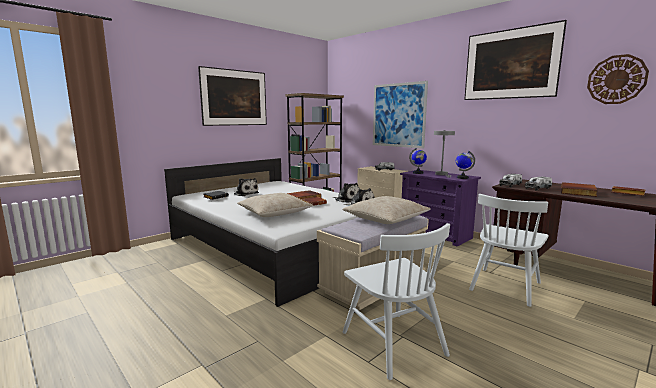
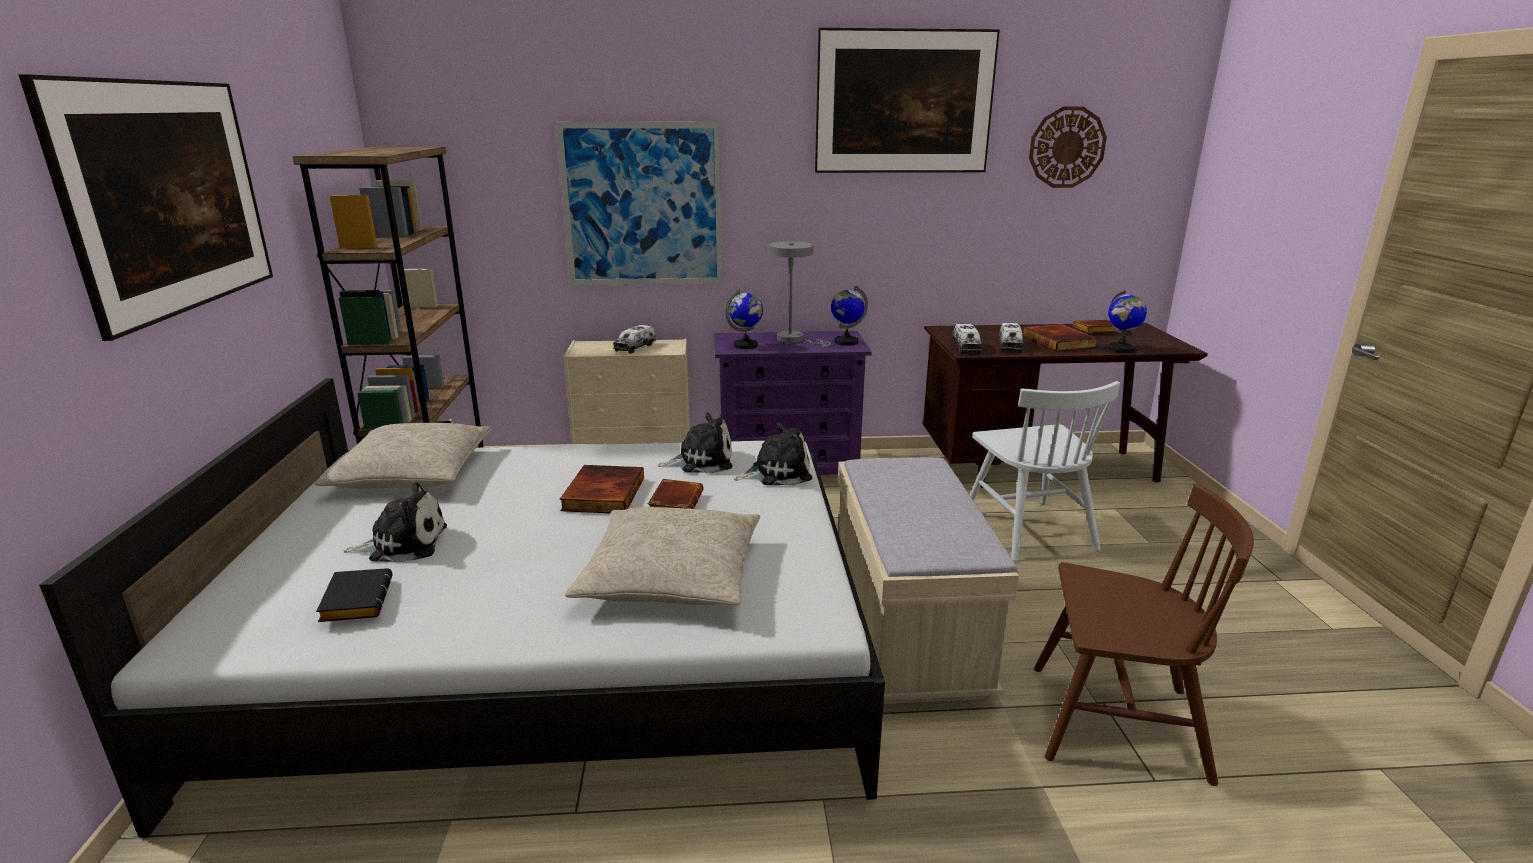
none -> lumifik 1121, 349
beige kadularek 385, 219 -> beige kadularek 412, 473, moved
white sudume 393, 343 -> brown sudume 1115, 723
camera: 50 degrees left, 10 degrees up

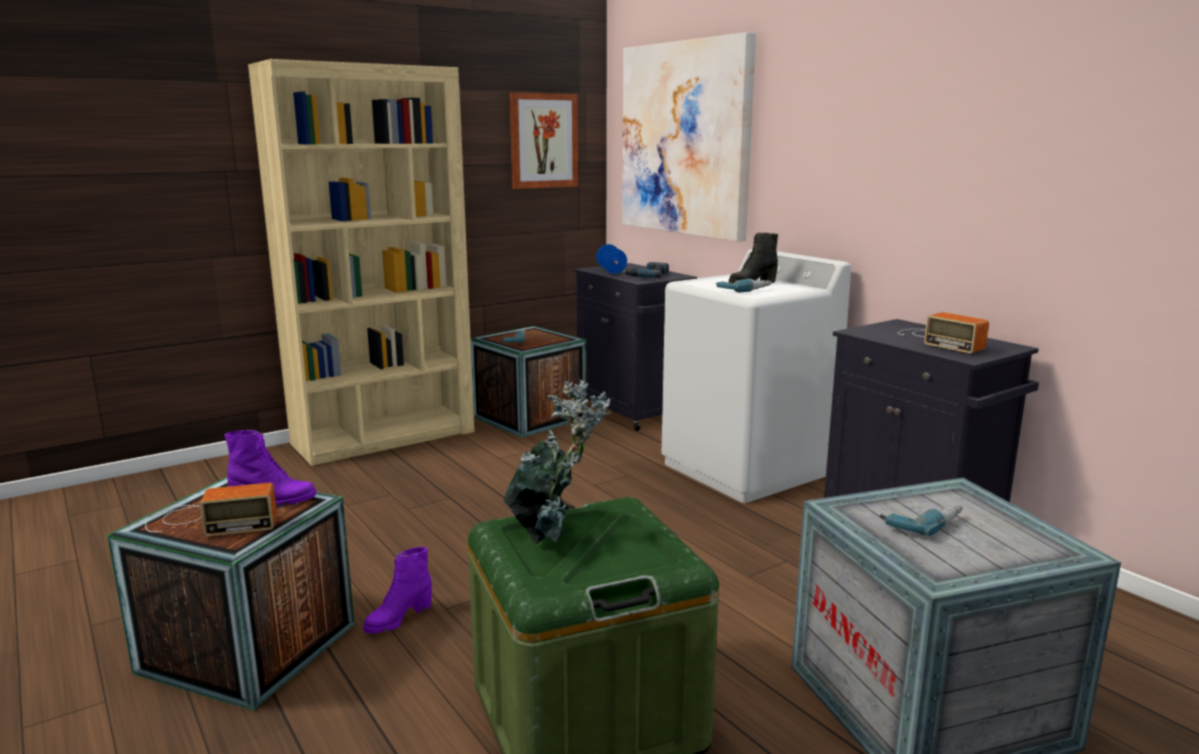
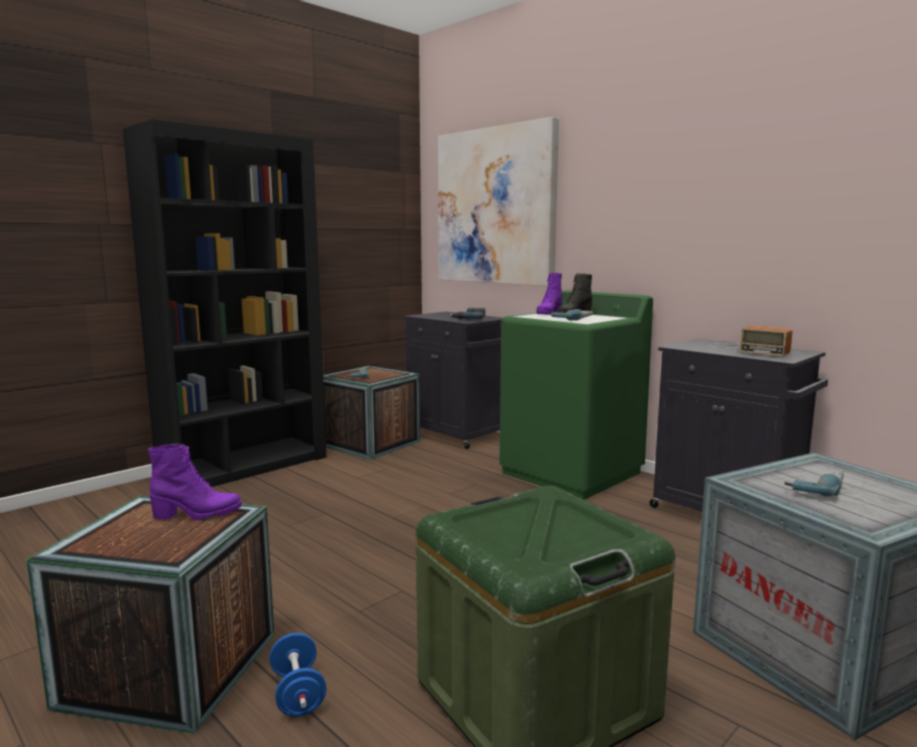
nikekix 209, 521 -> none
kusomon 553, 538 -> none
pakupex 543, 141 -> none
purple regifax 398, 619 -> purple regifax 548, 314, moved
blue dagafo 611, 271 -> blue dagafo 298, 693, moved
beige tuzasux 384, 437 -> black tuzasux 245, 466
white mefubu 747, 469 -> green mefubu 571, 473
camera: 10 degrees left, 5 degrees down

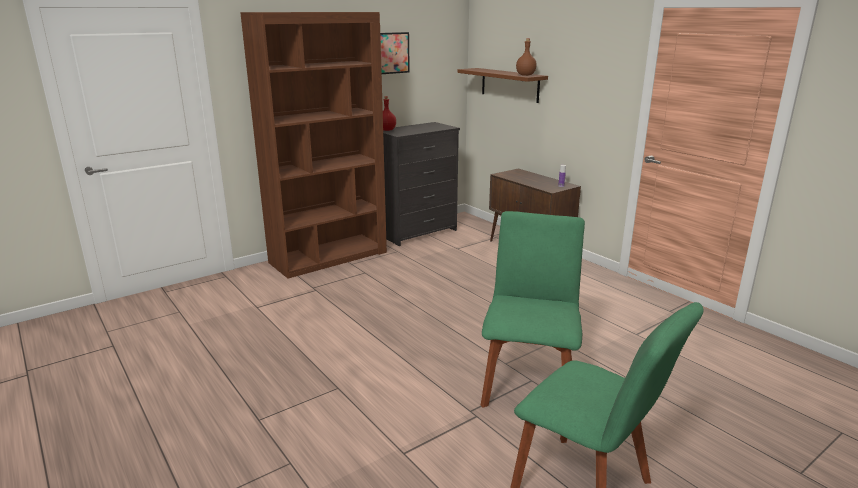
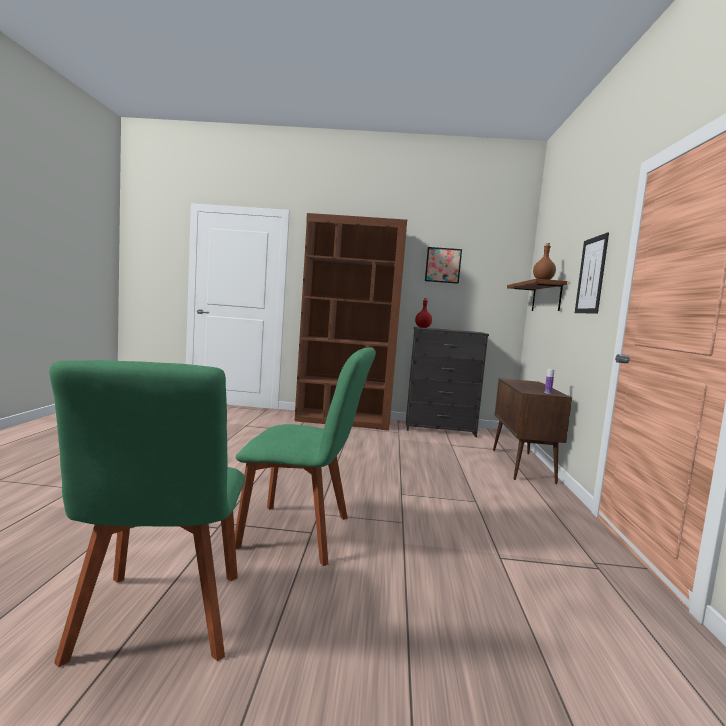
none -> pakupex 591, 275
green sudume 528, 385 -> green sudume 301, 533, 45 degrees clockwise
camera: 40 degrees right, 15 degrees down

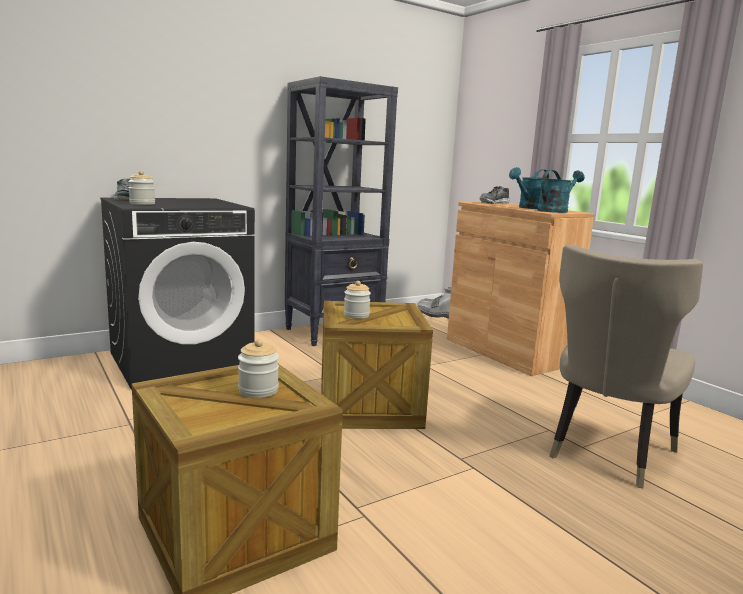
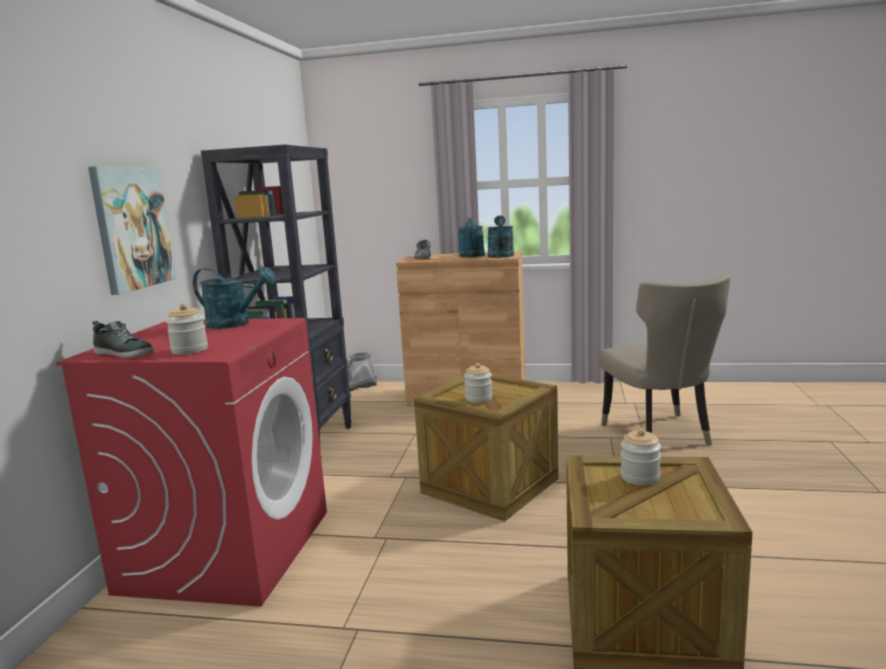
none -> pakupex 132, 228
none -> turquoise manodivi 235, 324
black mefubu 181, 360 -> red mefubu 228, 549
camera: 45 degrees left, 0 degrees up

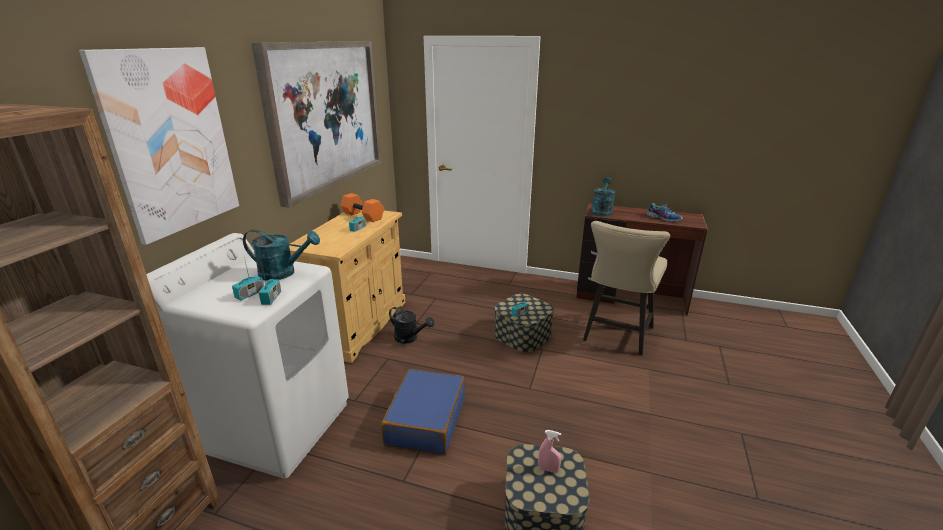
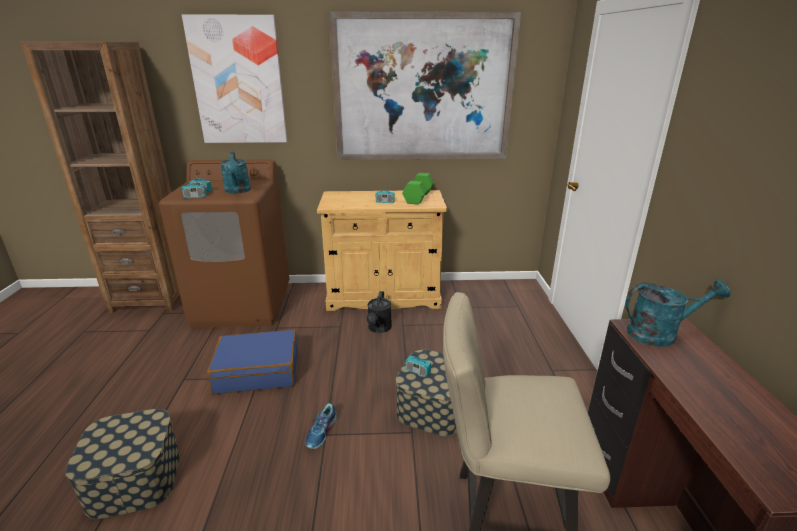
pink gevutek 548, 469 -> none
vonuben 663, 218 -> vonuben 322, 432, moved
white mefubu 276, 425 -> brown mefubu 243, 305
orange dagafo 363, 216 -> green dagafo 419, 197
camera: 70 degrees right, 0 degrees up

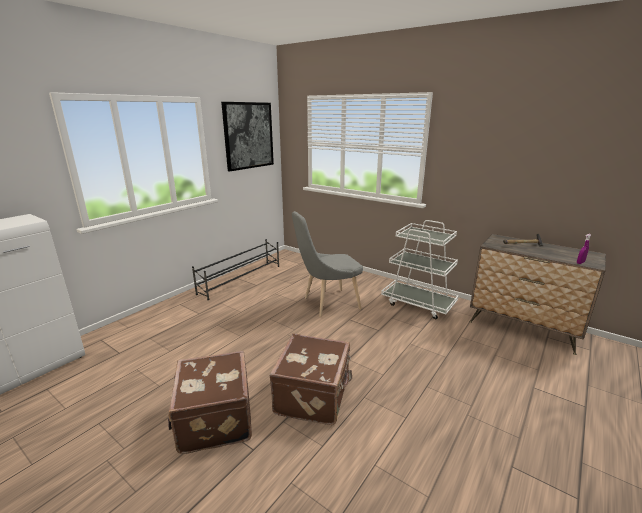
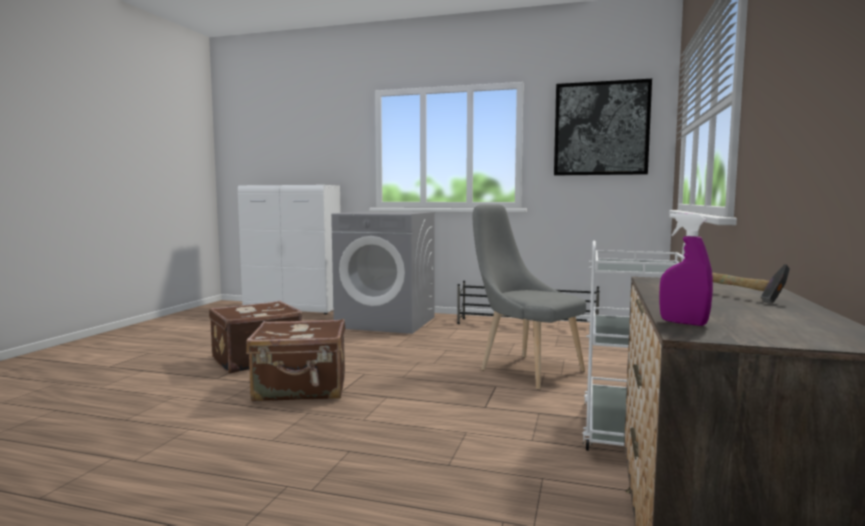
none -> grey mefubu 387, 322
camera: 70 degrees right, 15 degrees down

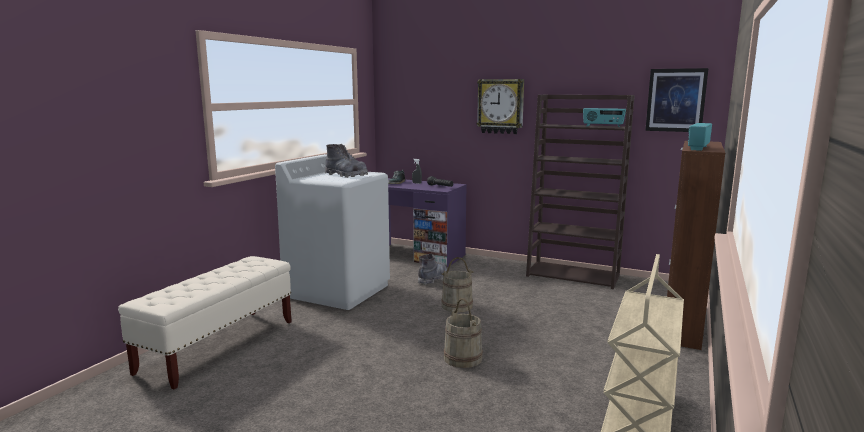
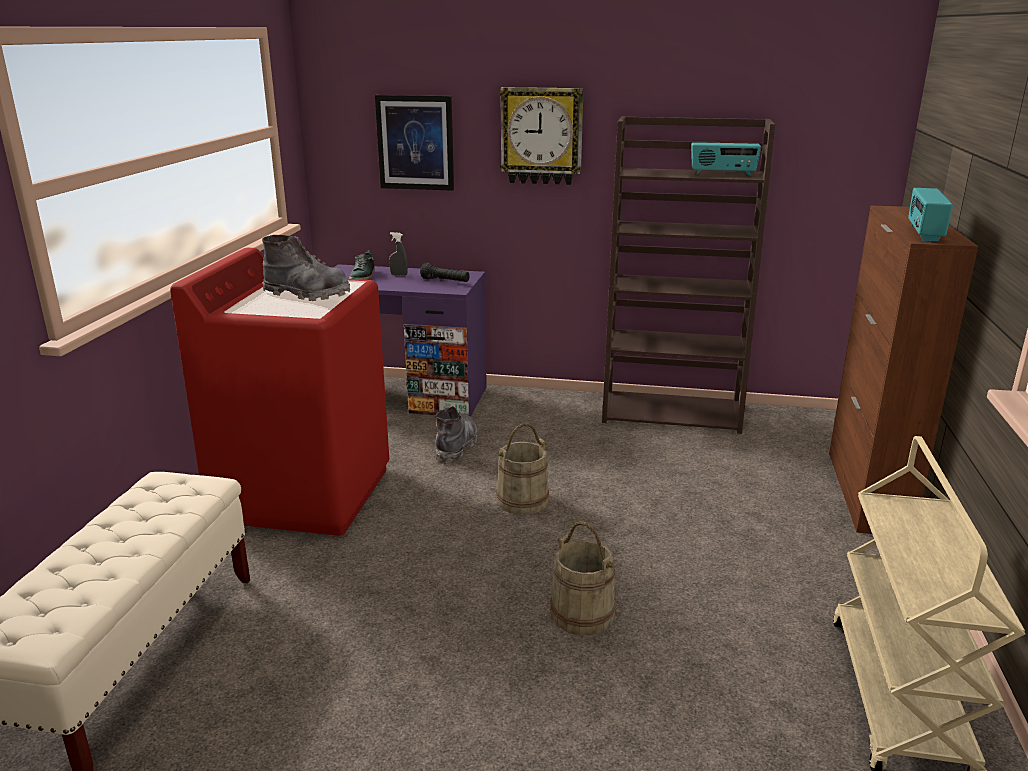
pakupex 676, 100 -> pakupex 415, 142, moved
white mefubu 338, 290 -> red mefubu 304, 493
camera: 15 degrees left, 10 degrees up

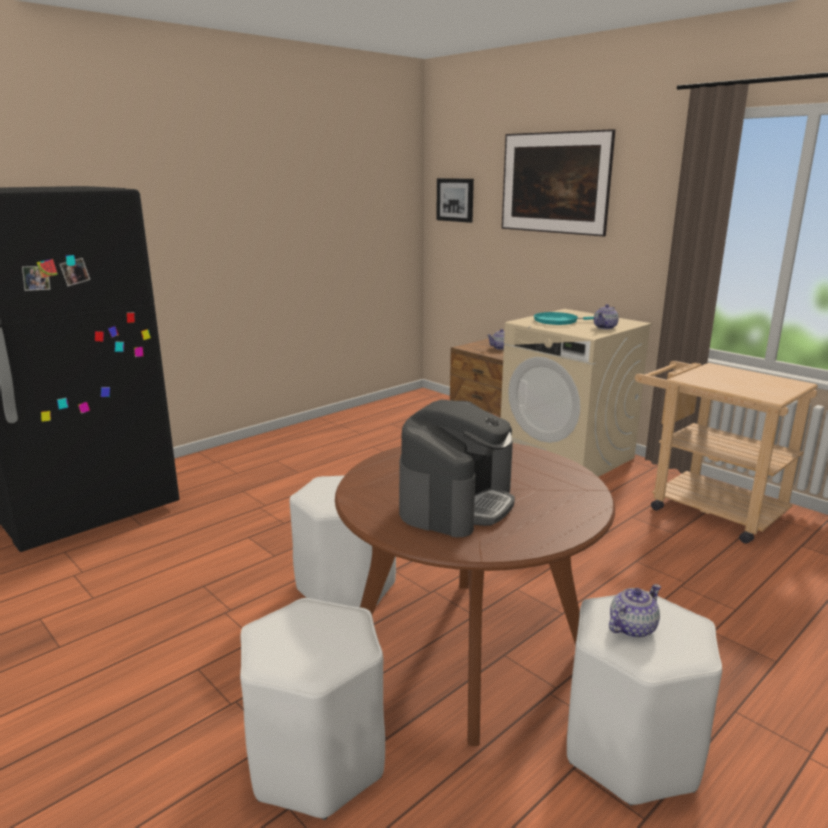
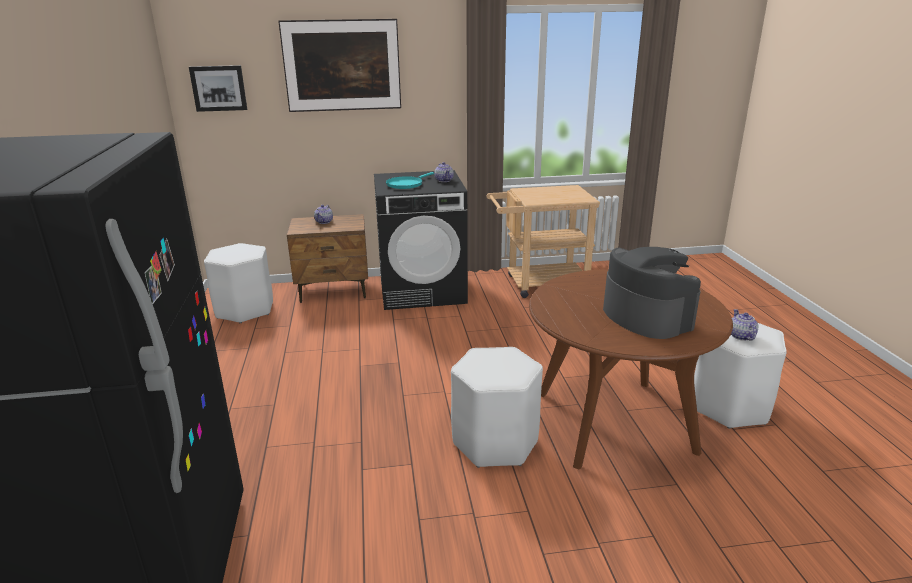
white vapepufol 316, 760 -> white vapepufol 244, 310, moved
beige mefubu 567, 456 -> black mefubu 423, 290
camera: 55 degrees left, 5 degrees up

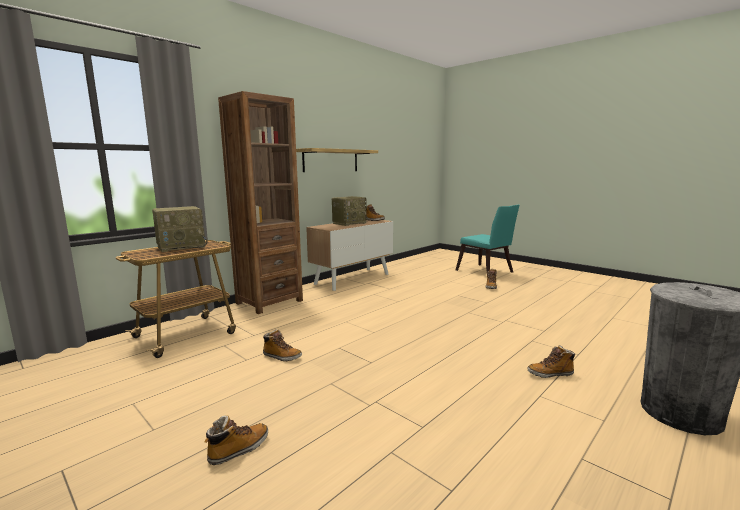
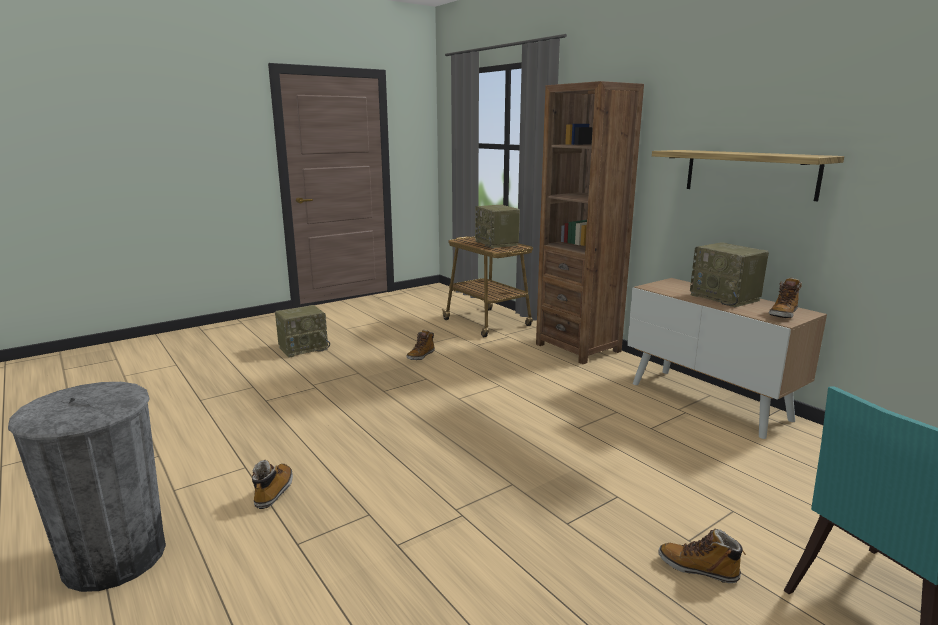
regifax 239, 449 -> nikekix 304, 348
camera: 100 degrees right, 5 degrees up

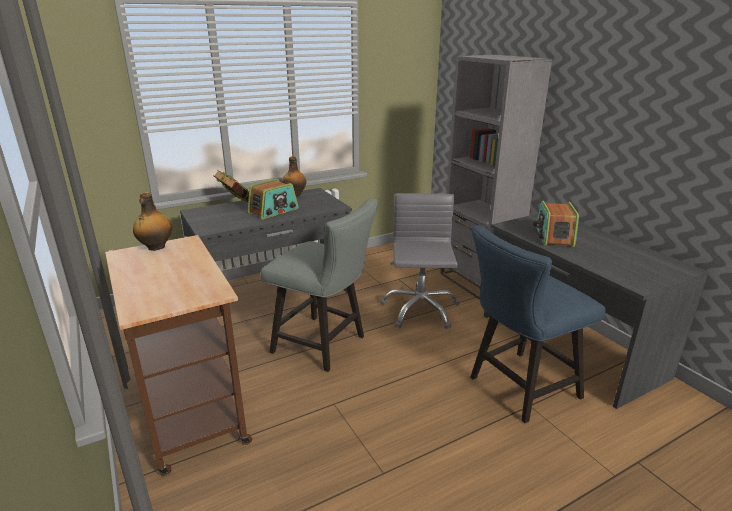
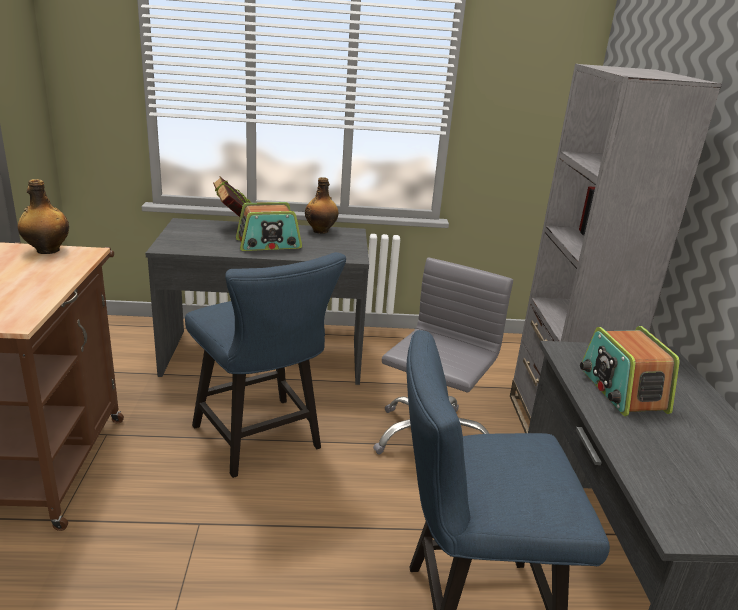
grey sudume 324, 345 -> blue sudume 262, 441
nikekix 553, 237 -> nikekix 621, 390, 45 degrees counterclockwise
camera: 25 degrees right, 0 degrees up

